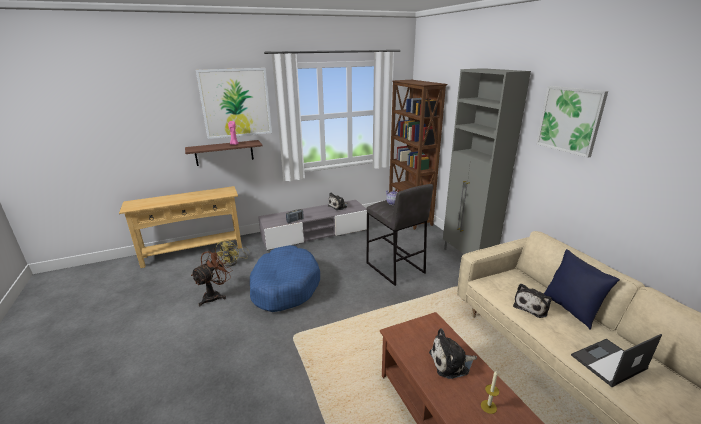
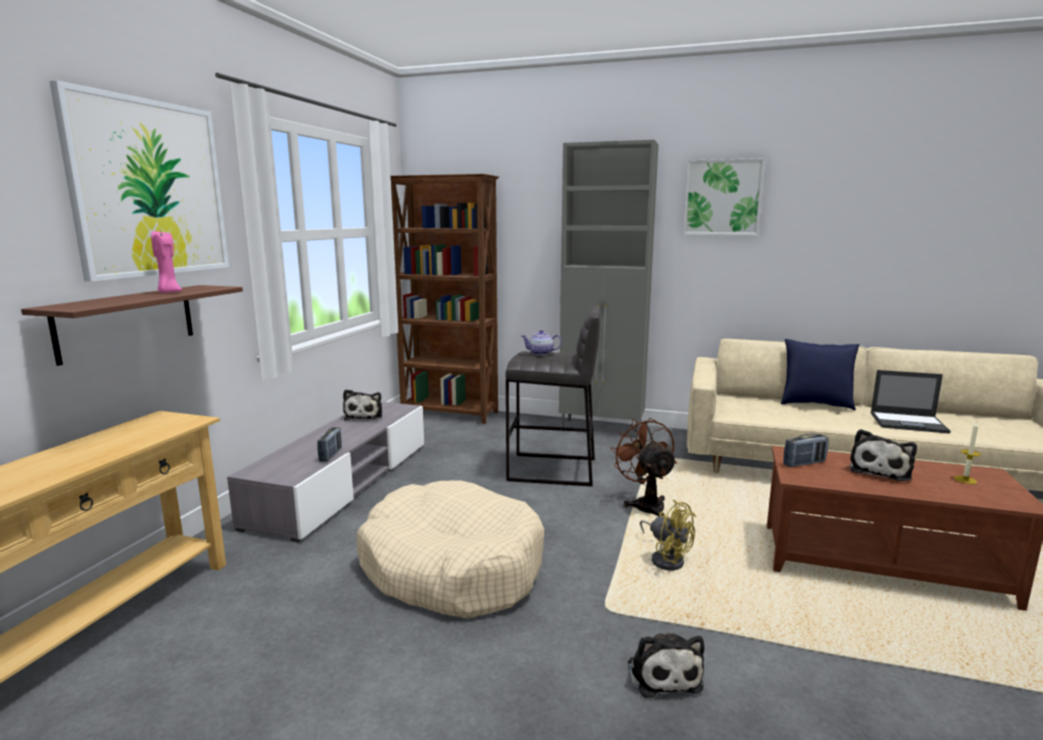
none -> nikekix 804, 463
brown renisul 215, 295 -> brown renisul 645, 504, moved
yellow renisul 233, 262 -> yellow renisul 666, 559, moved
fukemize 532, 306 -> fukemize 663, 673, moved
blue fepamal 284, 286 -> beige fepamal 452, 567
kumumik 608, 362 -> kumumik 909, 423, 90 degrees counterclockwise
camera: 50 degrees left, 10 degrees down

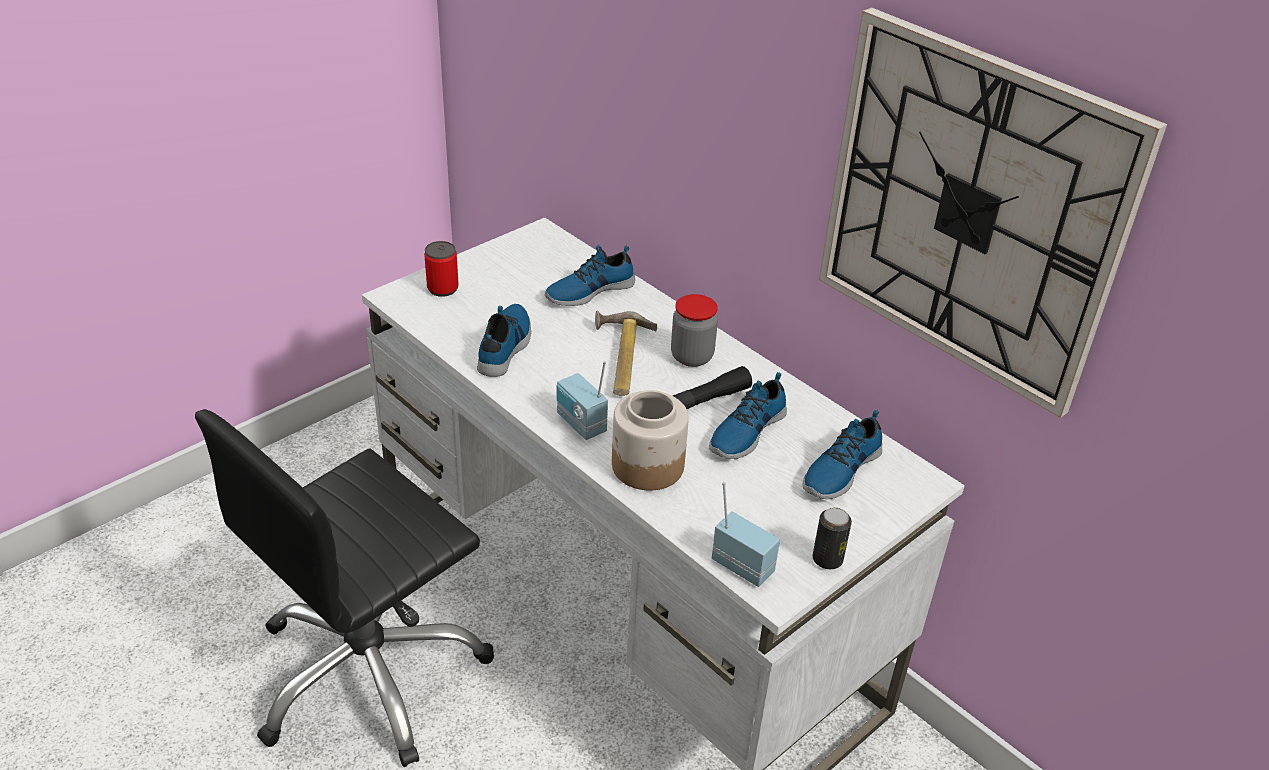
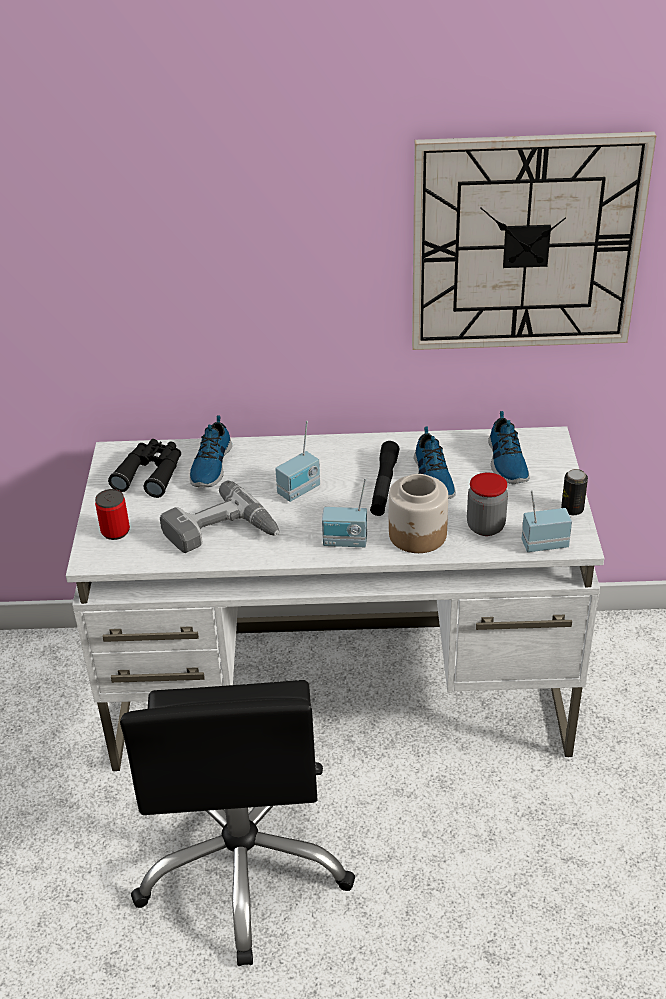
none -> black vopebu 151, 473
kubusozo 692, 357 -> kubusozo 485, 527, moved
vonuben 506, 346 -> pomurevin 222, 534
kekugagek 619, 358 -> nikekix 300, 491
camera: 45 degrees left, 0 degrees up

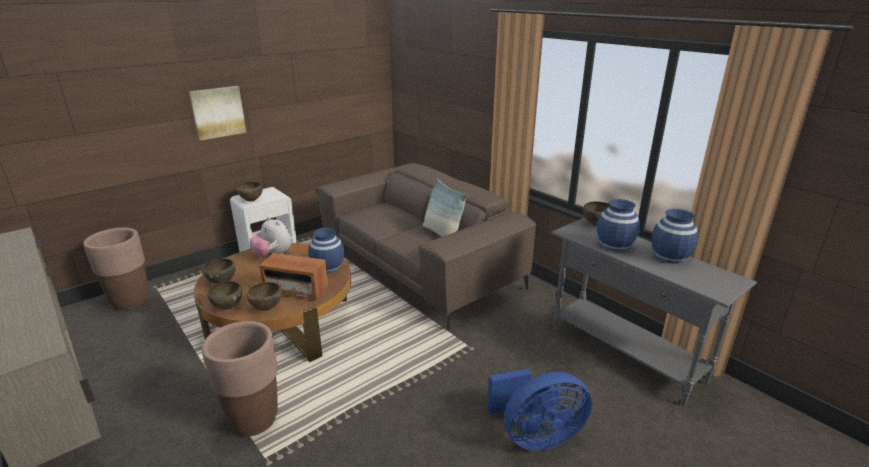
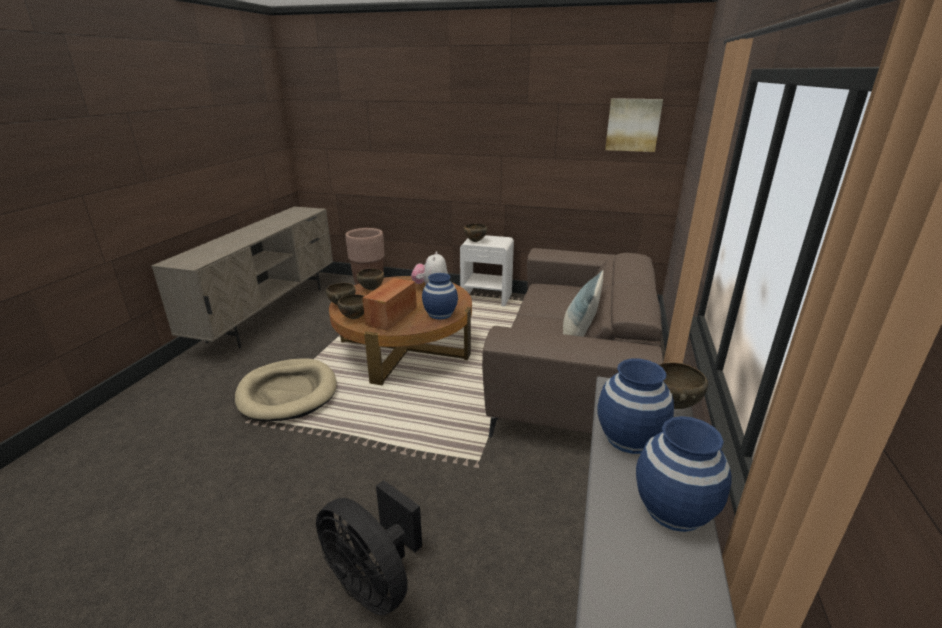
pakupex 218, 112 -> pakupex 633, 125, moved
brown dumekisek 253, 420 -> beige fepamal 288, 393
blue renisul 535, 436 -> black renisul 374, 581
nikekix 296, 290 -> nikekix 391, 317, 45 degrees clockwise
camera: 55 degrees right, 0 degrees up

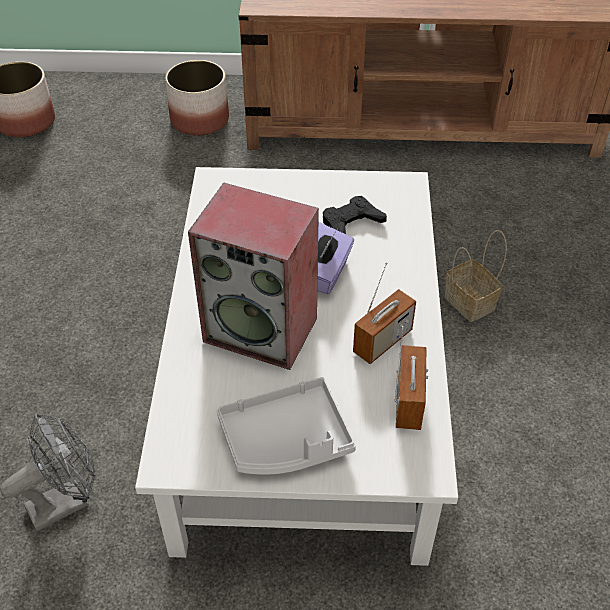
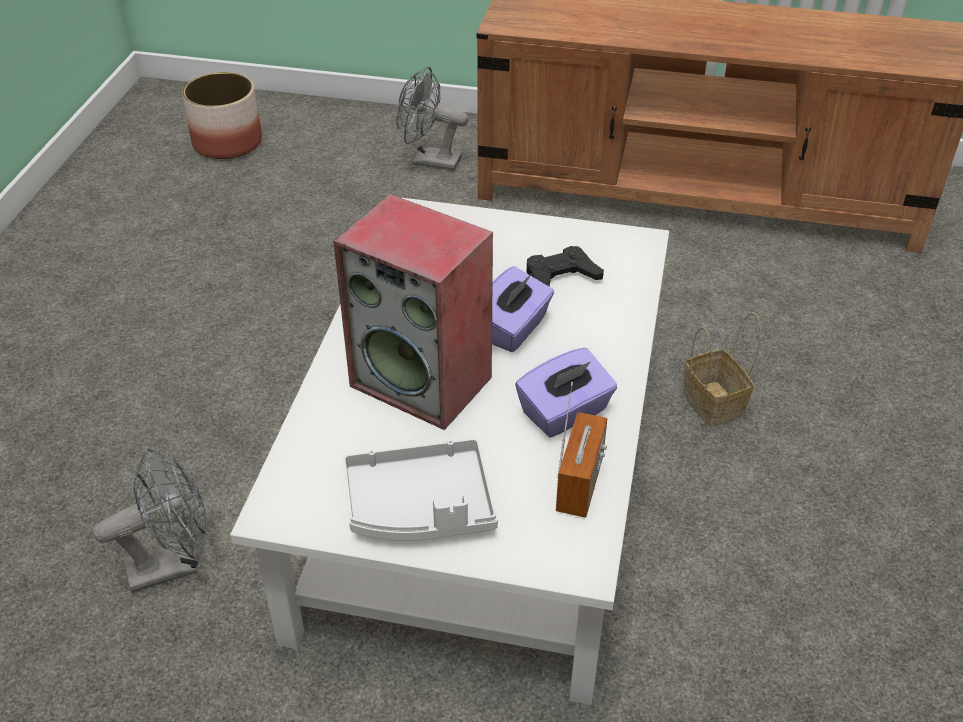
dumekisek 200, 120 -> grey renisul 429, 161
nikekix 382, 341 -> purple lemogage 565, 413
camera: 10 degrees right, 5 degrees down

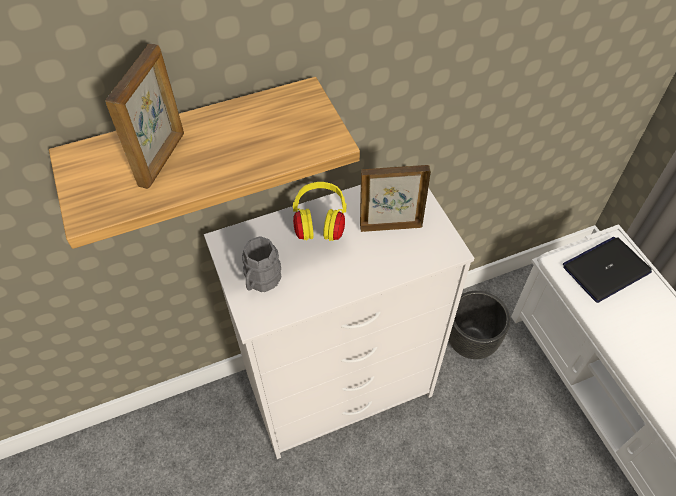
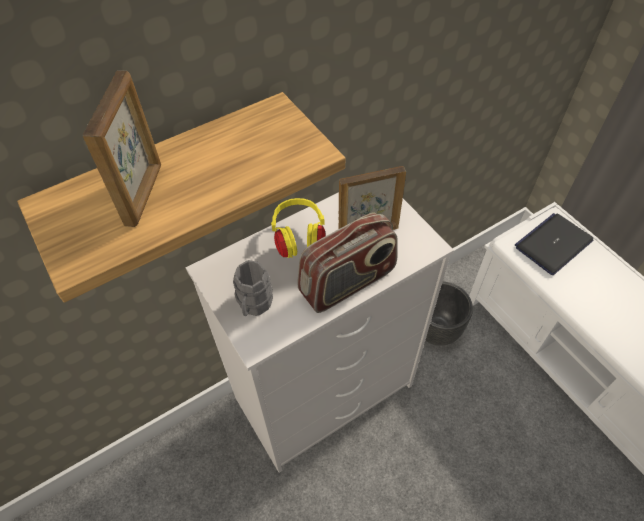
none -> nikekix 348, 282
camera: 10 degrees left, 0 degrees up

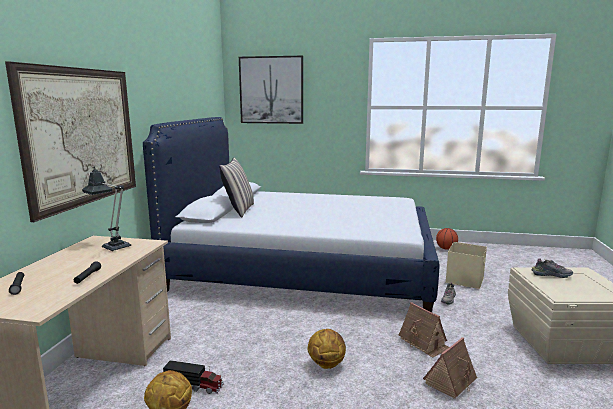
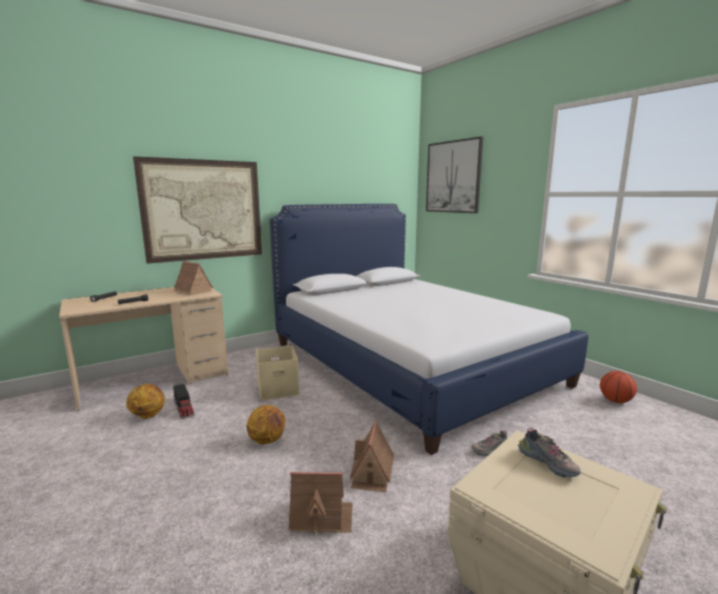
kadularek 238, 210 -> none
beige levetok 465, 280 -> beige levetok 277, 389, moved
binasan 113, 246 -> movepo 192, 291
camera: 45 degrees right, 0 degrees up

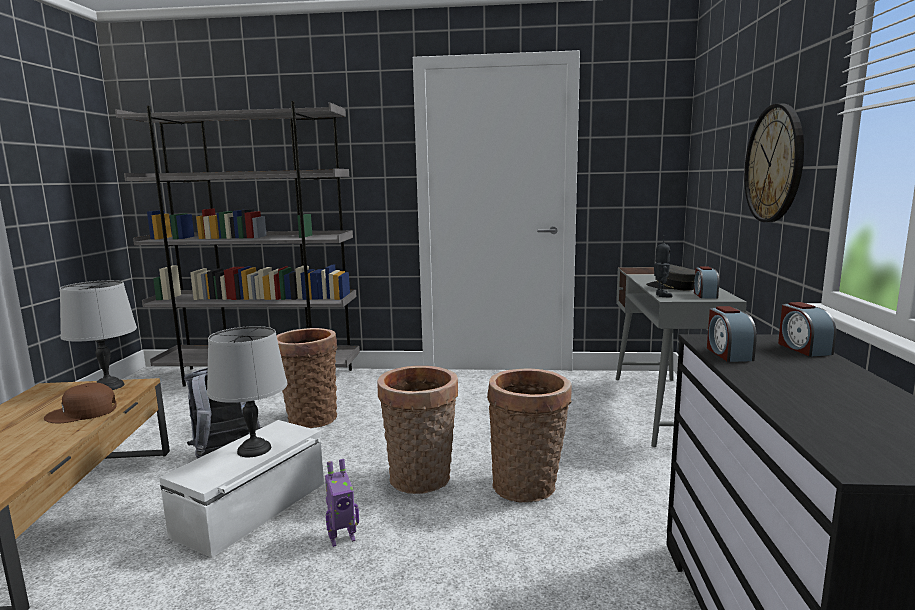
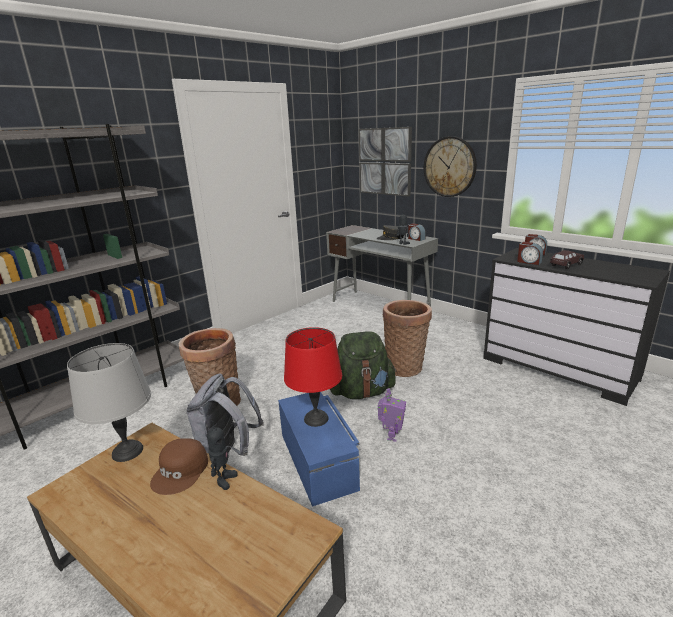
none -> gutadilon 224, 480
none -> pakupex 385, 161
none -> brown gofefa 566, 265
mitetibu 421, 481 -> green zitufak 362, 392
white levetok 253, 509 -> blue levetok 319, 460
grey binasan 253, 450 -> red binasan 316, 419
camera: 50 degrees left, 10 degrees up

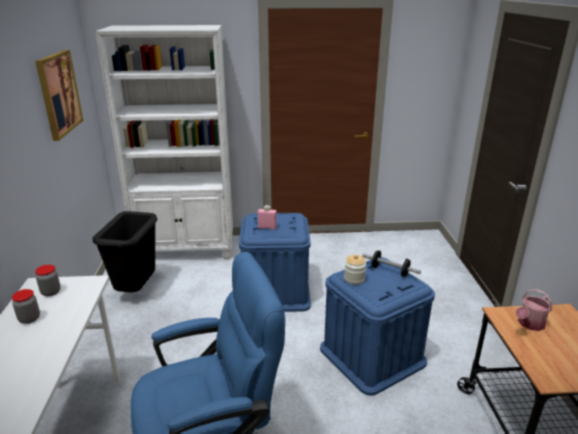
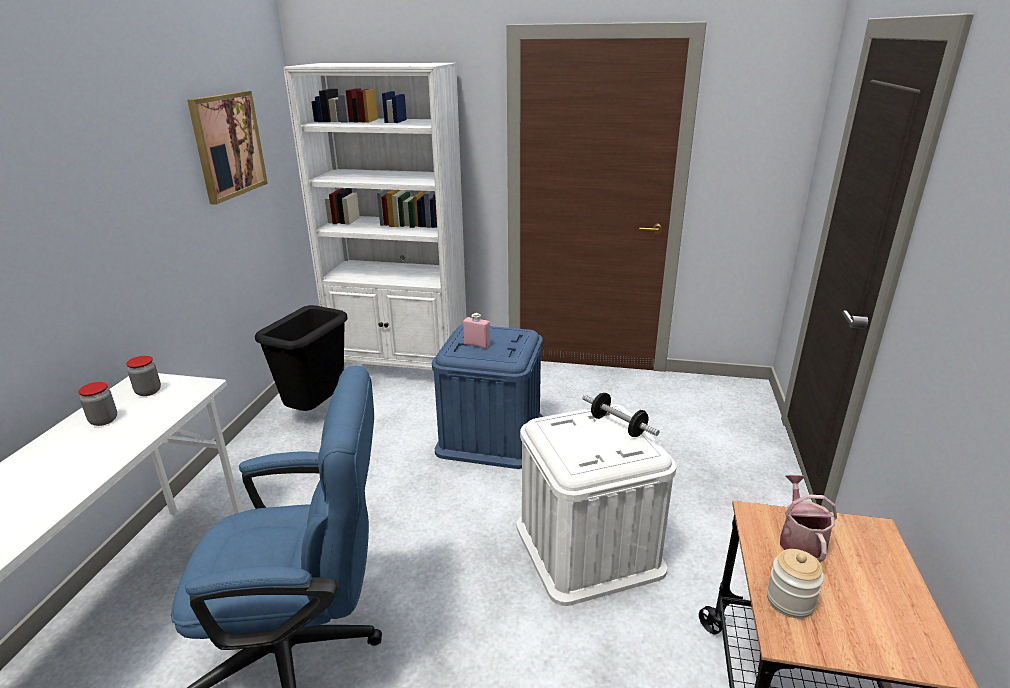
kubusozo 354, 279 -> kubusozo 790, 600, moved
blue levetok 372, 355 -> white levetok 588, 547
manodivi 529, 324 -> manodivi 800, 540, 120 degrees clockwise
camera: 15 degrees right, 0 degrees up

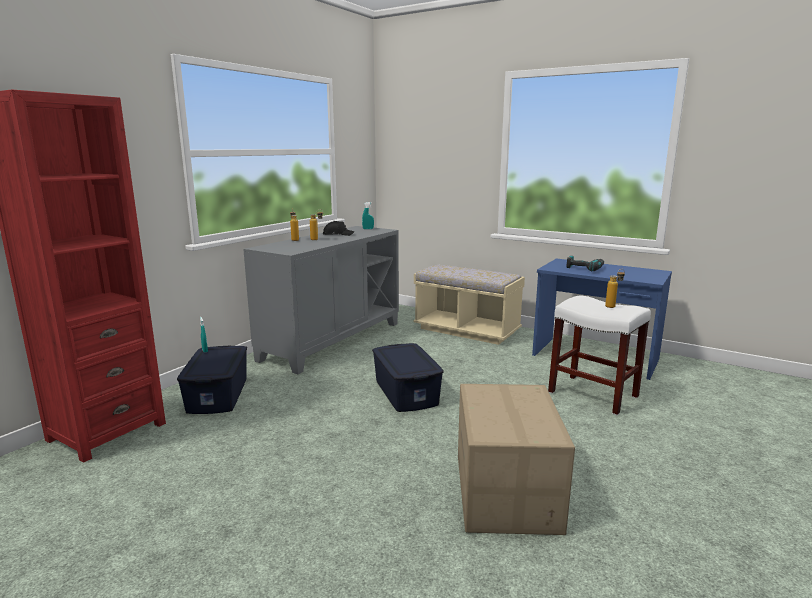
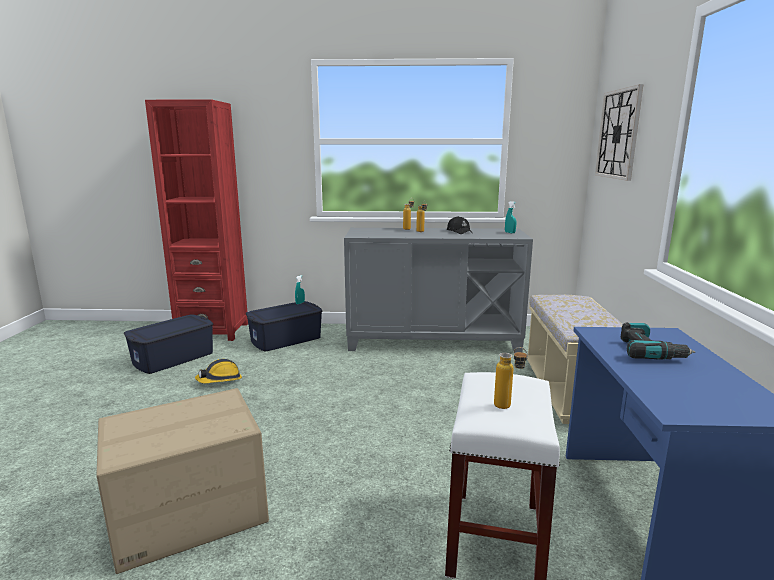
none -> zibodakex 220, 380
none -> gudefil 618, 134
blue levetok 406, 392 -> blue levetok 173, 358, moved
camera: 60 degrees right, 0 degrees up

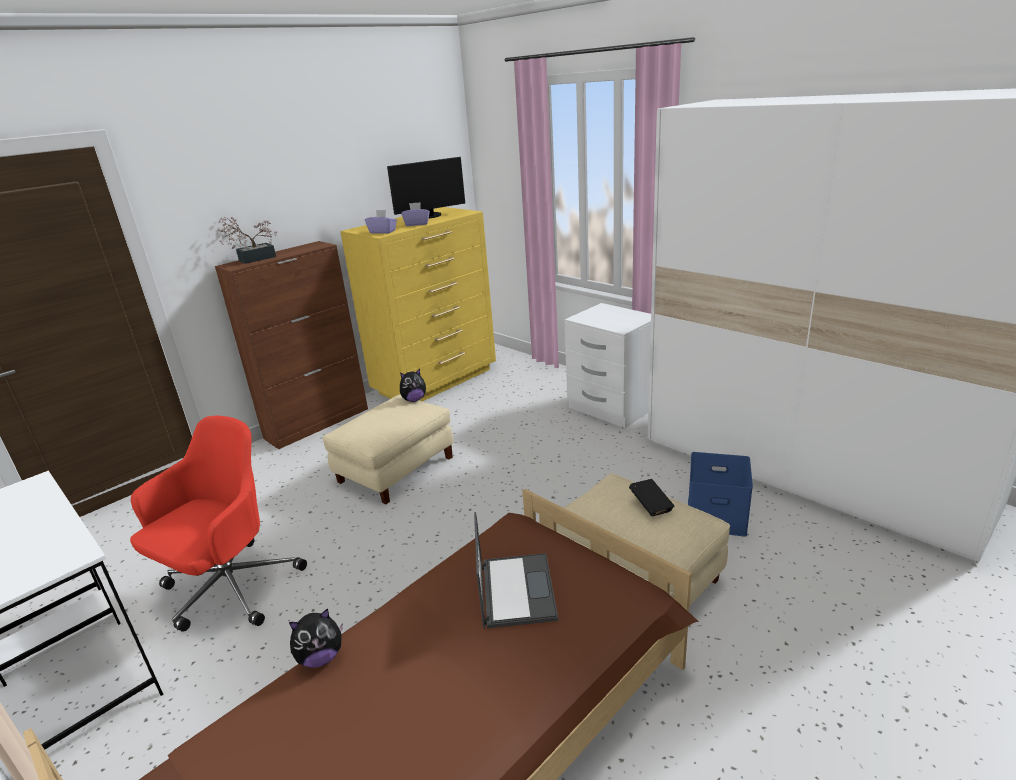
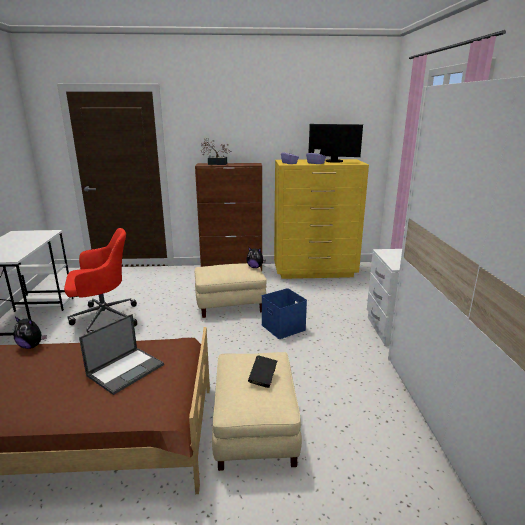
blue levetok 717, 515 -> blue levetok 284, 327, moved
camera: 40 degrees right, 5 degrees down

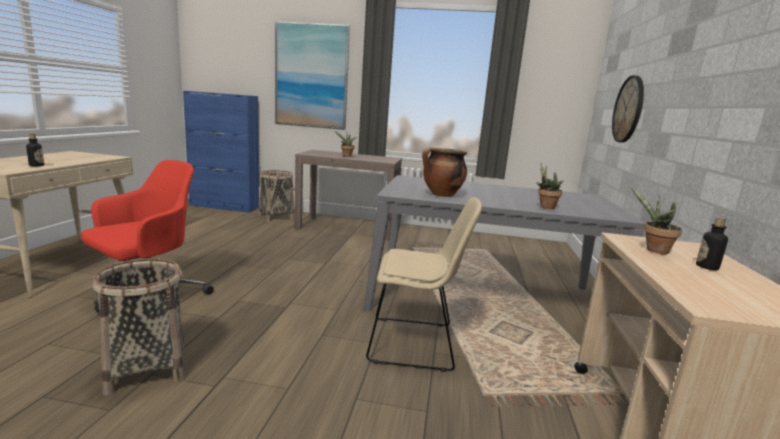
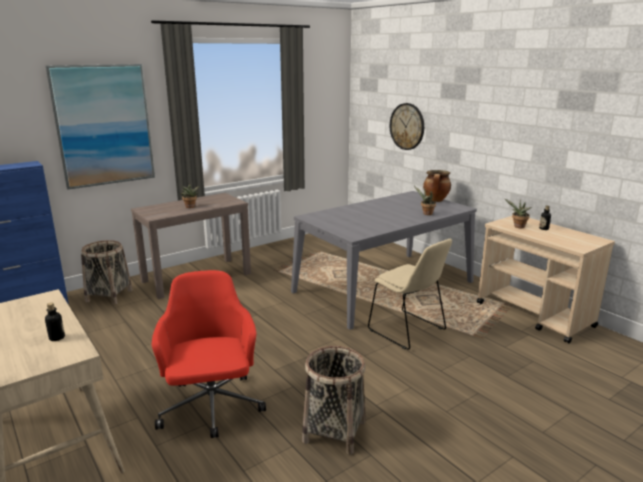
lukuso 441, 195 -> lukuso 436, 200, moved
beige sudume 416, 343 -> beige sudume 408, 331, 90 degrees clockwise
camera: 45 degrees left, 5 degrees up

